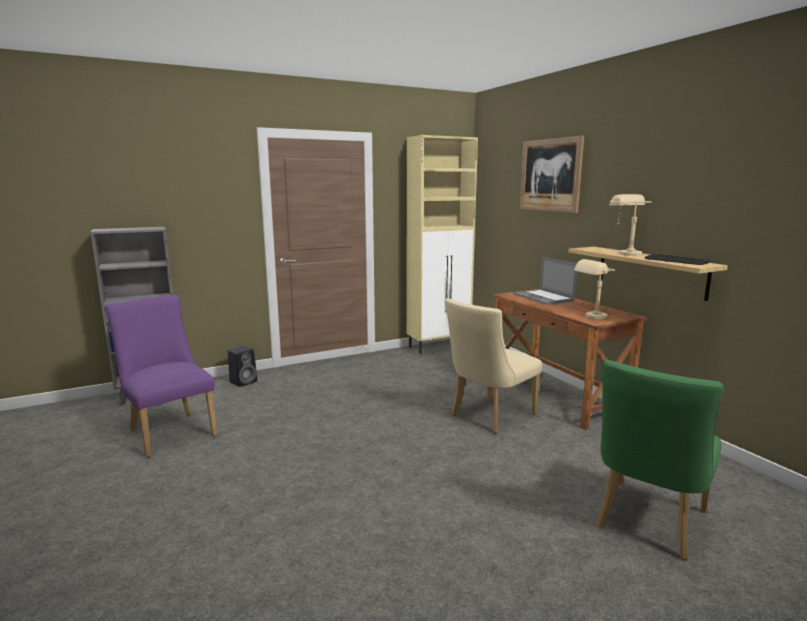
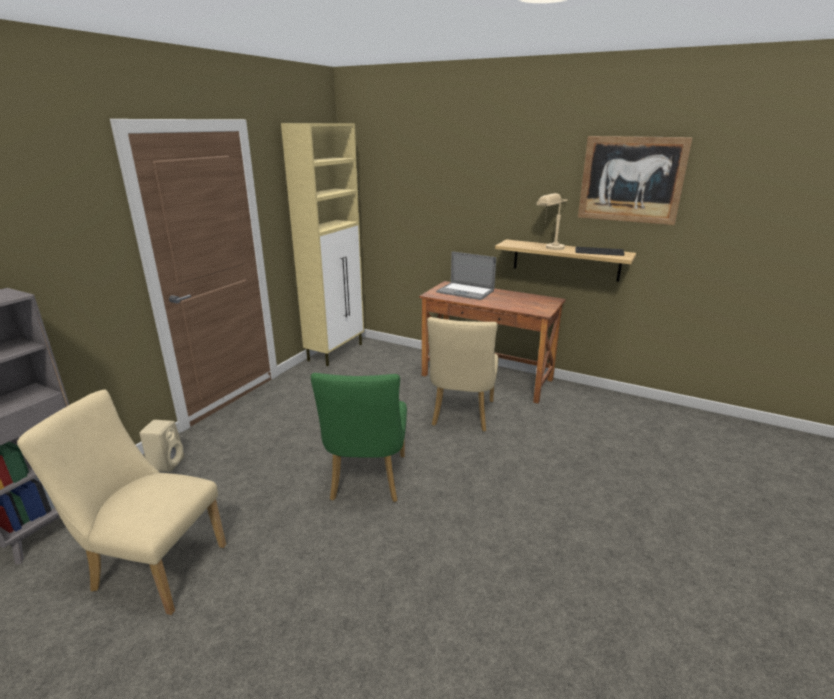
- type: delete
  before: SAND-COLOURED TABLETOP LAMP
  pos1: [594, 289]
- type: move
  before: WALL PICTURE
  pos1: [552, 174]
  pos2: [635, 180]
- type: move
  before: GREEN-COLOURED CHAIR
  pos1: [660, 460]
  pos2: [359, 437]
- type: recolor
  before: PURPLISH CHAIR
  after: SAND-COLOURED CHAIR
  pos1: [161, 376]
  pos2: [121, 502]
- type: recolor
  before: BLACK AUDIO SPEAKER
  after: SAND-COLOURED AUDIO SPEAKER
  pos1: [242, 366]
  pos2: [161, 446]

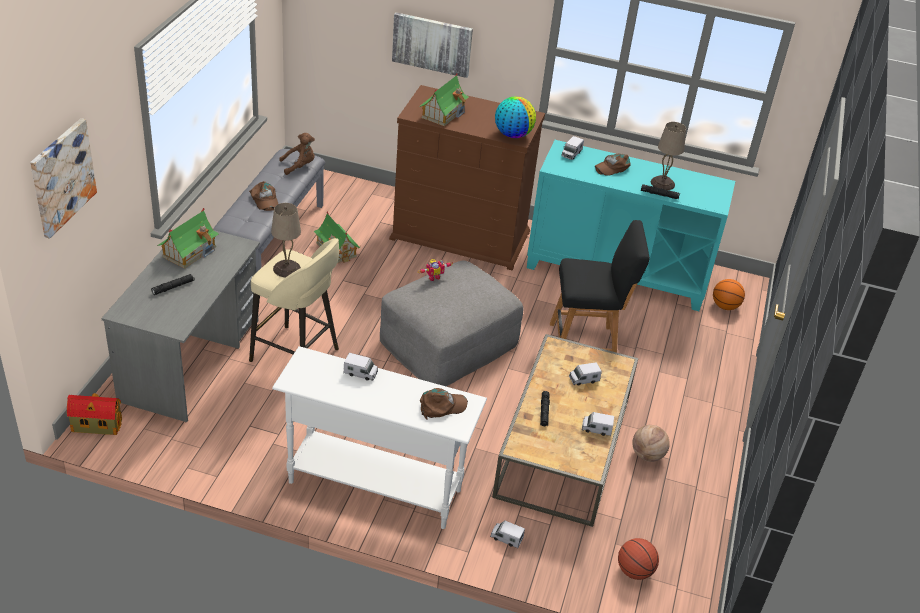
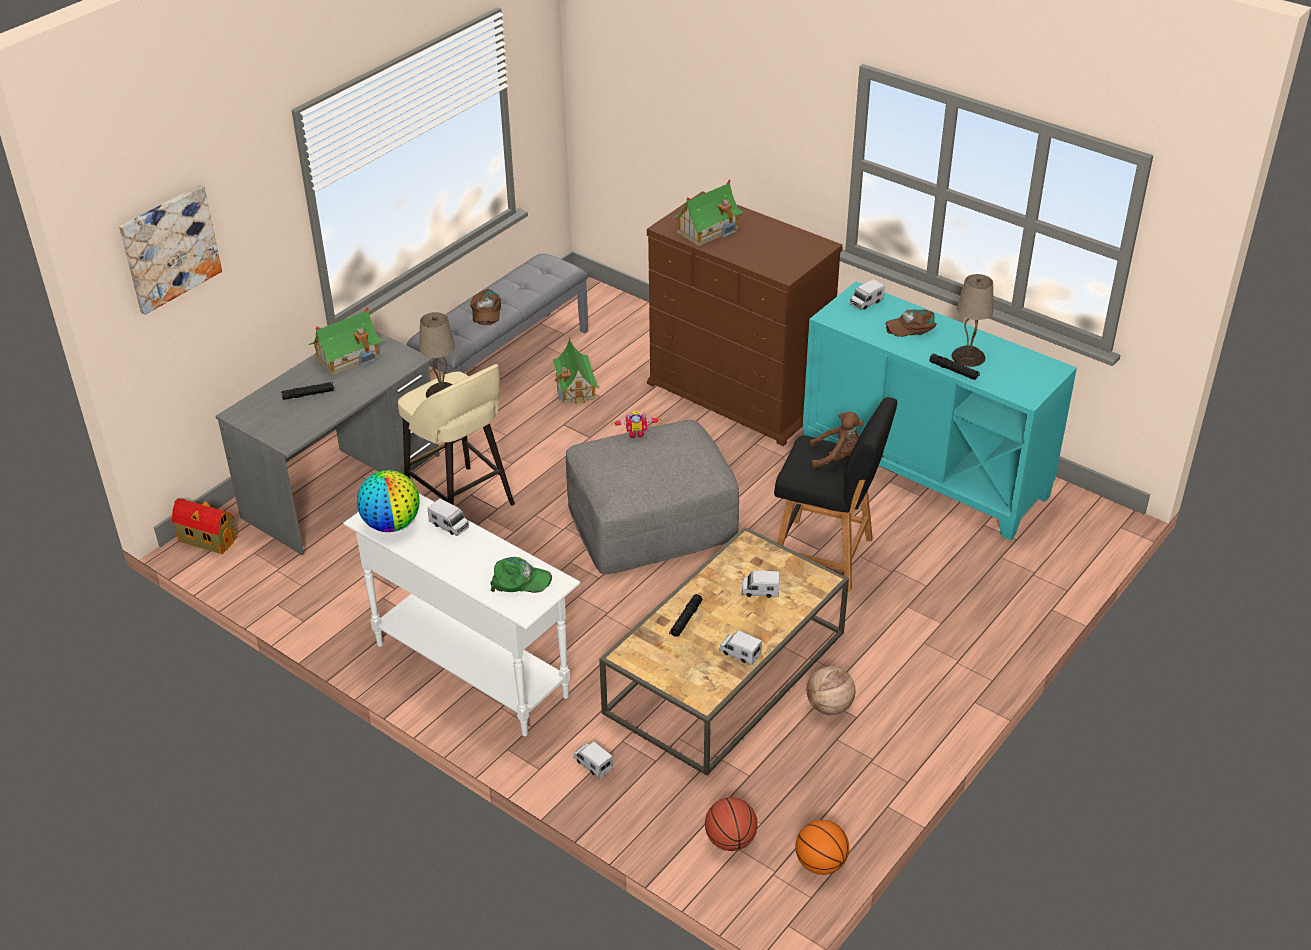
- type: delete
  before: WALL PICTURE
  pos1: [432, 45]
- type: move
  before: BROWN CUDDLY TOY
  pos1: [297, 154]
  pos2: [836, 440]
- type: move
  before: DESK GLOBE
  pos1: [515, 117]
  pos2: [388, 501]
- type: move
  before: BALL FOR BASKETBALL
  pos1: [729, 294]
  pos2: [822, 847]
- type: recolor
  before: BROWN CAP
  after: GREEN-COLOURED CAP
  pos1: [444, 404]
  pos2: [521, 575]

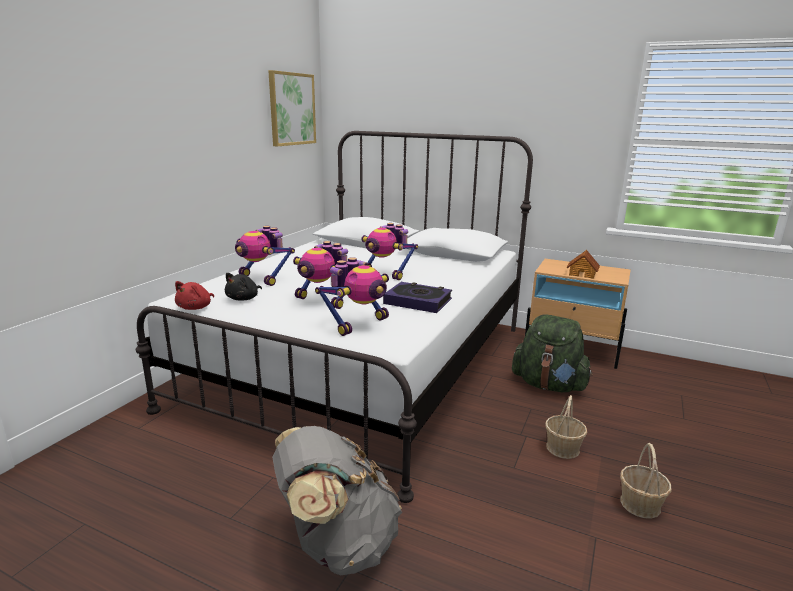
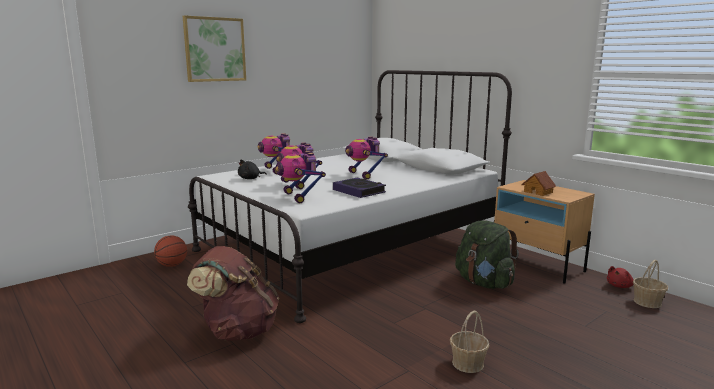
- type: insert
  after: BALL FOR BASKETBALL
  pos2: [170, 251]
- type: move
  before: RED-COLOURED CUDDLY TOY
  pos1: [194, 295]
  pos2: [620, 277]
- type: move
  before: WALL PICTURE
  pos1: [292, 108]
  pos2: [214, 48]
- type: move
  before: BASKET
  pos1: [566, 427]
  pos2: [650, 284]
- type: recolor
  before: GREYISH RUCKSACK
  after: BROWN RUCKSACK
  pos1: [337, 500]
  pos2: [233, 293]
- type: rotate
  before: TOY ROBOT
  pos1: [352, 296]
  pos2: [301, 177]
  turn: 90

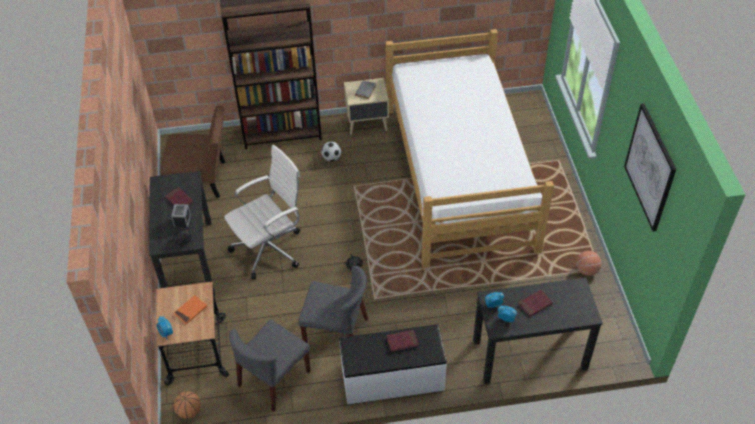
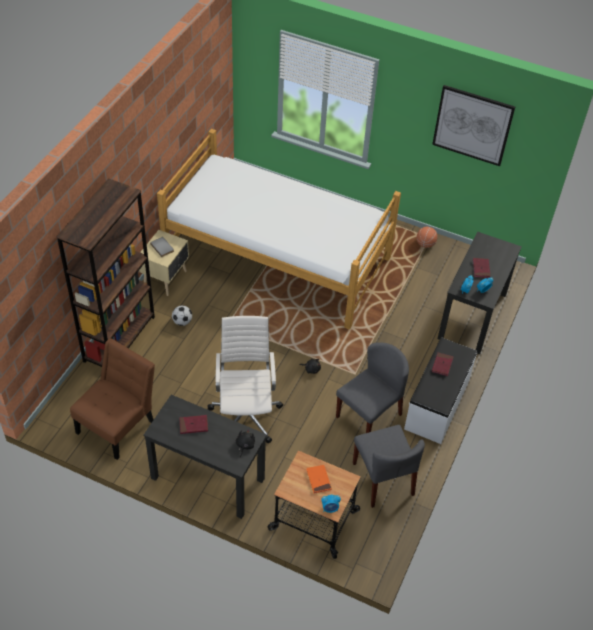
- type: delete
  before: BEDSIDE CLOCK
  pos1: [181, 216]
- type: delete
  before: BALL FOR BASKETBALL
  pos1: [187, 405]

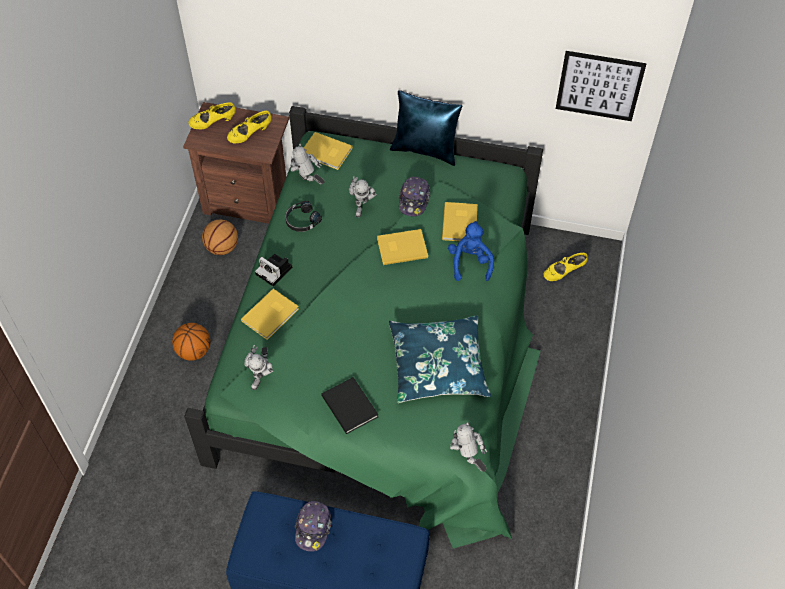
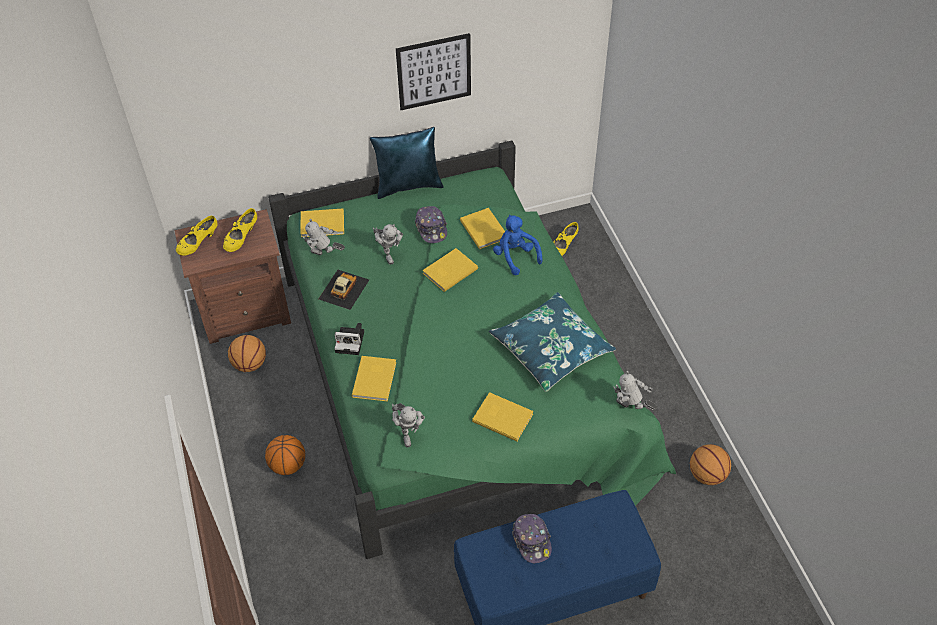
- type: insert
  after: BALL FOR BASKETBALL
  pos2: [710, 464]
- type: move
  before: WALL PICTURE
  pos1: [601, 86]
  pos2: [433, 71]
- type: replace
  before: BLACK HEADSET
  after: MODEL CAR
  pos1: [303, 216]
  pos2: [343, 290]
- type: recolor
  before: BLACK BOOK
  after: YELLOW BOOK
  pos1: [349, 405]
  pos2: [503, 416]

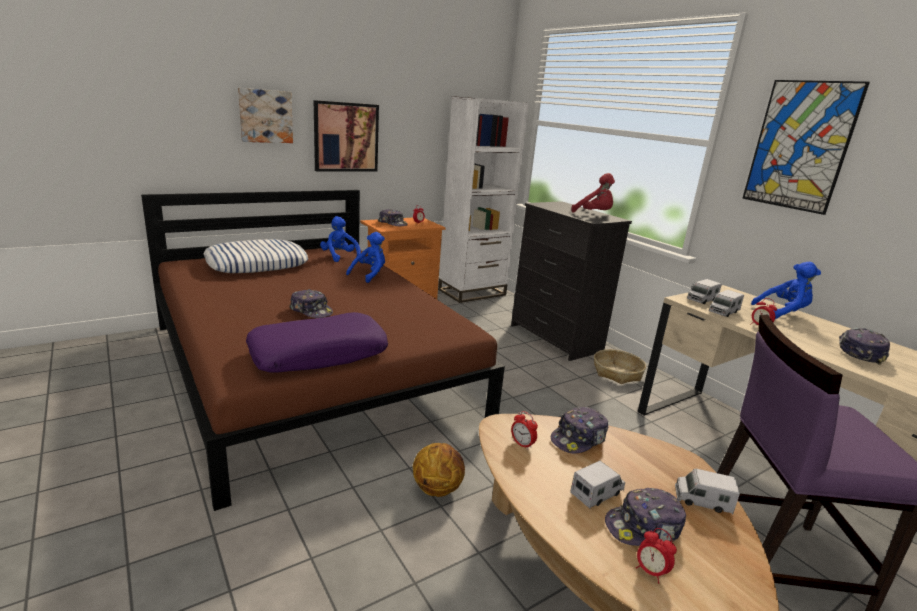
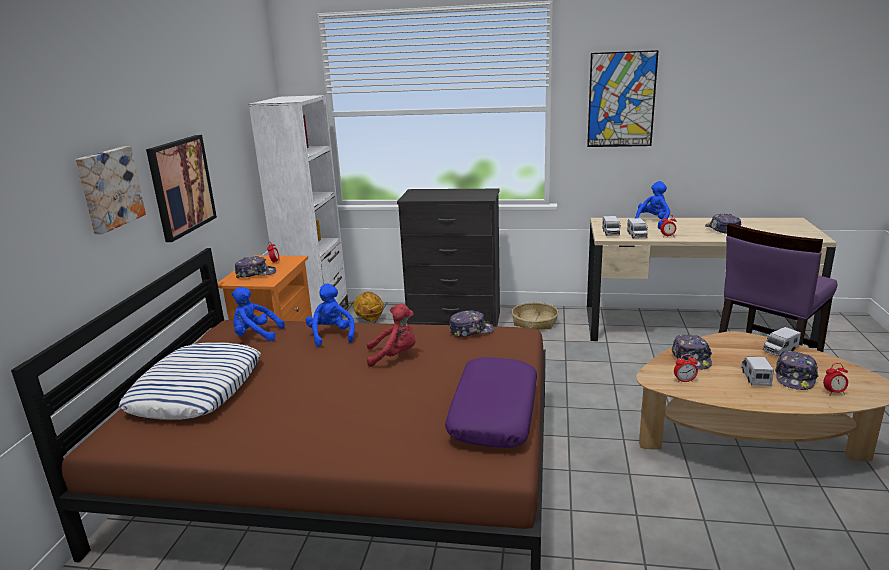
- type: move
  before: CAP
  pos1: [311, 303]
  pos2: [471, 324]
- type: move
  before: BALL FOR BASKETBALL
  pos1: [439, 470]
  pos2: [368, 307]
- type: move
  before: RED-COLOURED CUDDLY TOY
  pos1: [593, 193]
  pos2: [391, 335]

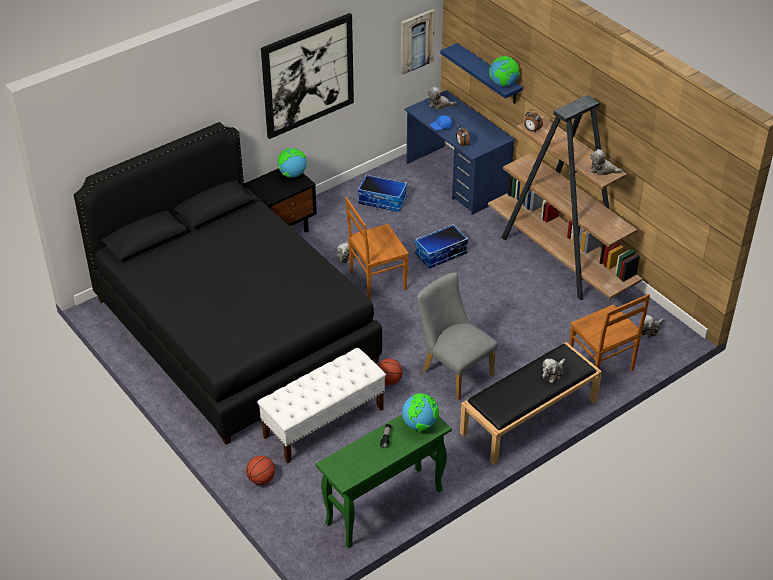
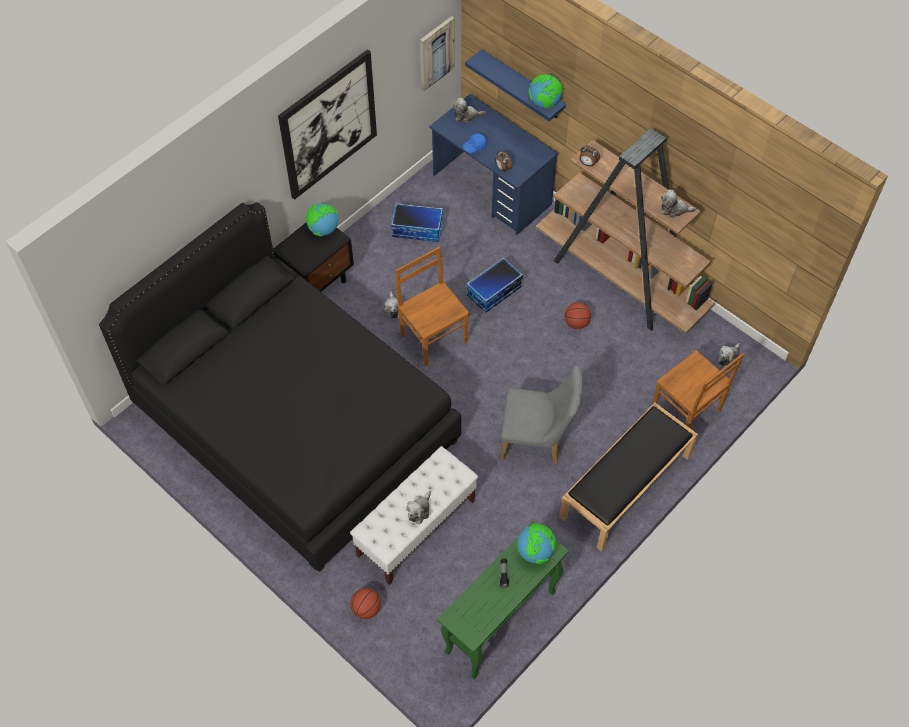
- type: move
  before: BALL FOR BASKETBALL
  pos1: [390, 372]
  pos2: [577, 316]
- type: move
  before: CUDDLY TOY
  pos1: [553, 371]
  pos2: [418, 507]
- type: rotate
  before: BROWN CHAIR
  pos1: [377, 248]
  pos2: [432, 306]
  turn: 90
- type: rotate
  before: GREYISH CHAIR
  pos1: [457, 336]
  pos2: [541, 415]
  turn: 150

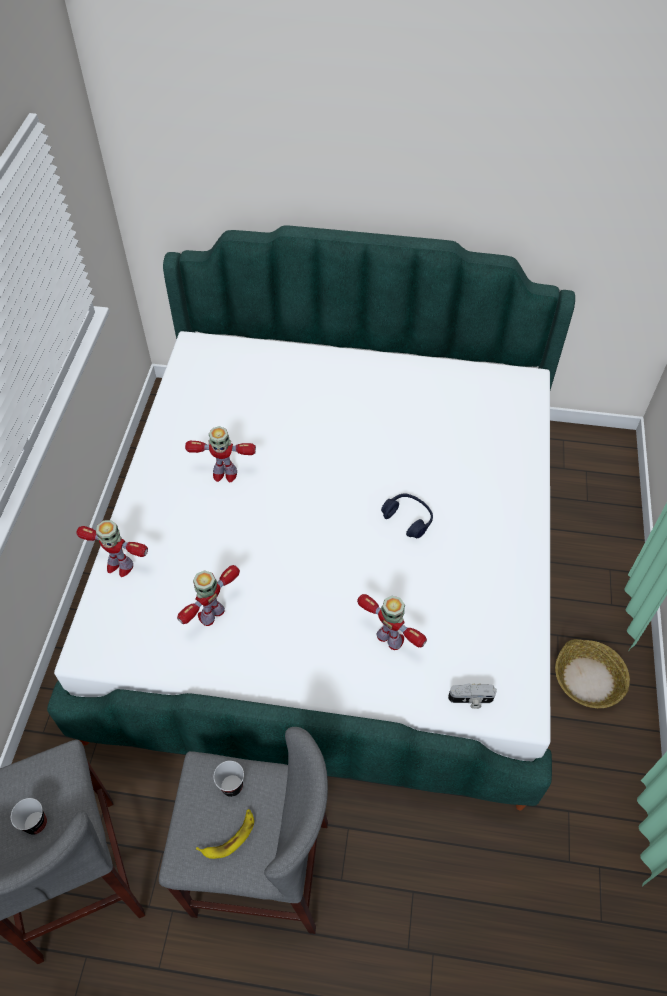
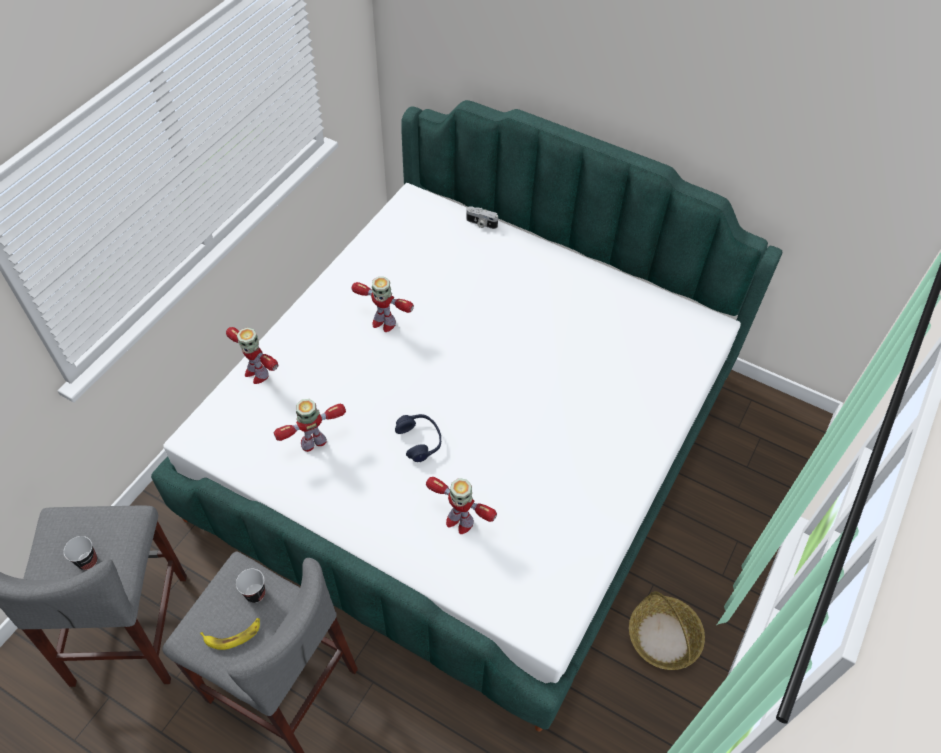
- type: move
  before: BLUE-COLOURED HEADSET
  pos1: [407, 515]
  pos2: [418, 438]
- type: move
  before: STILL CAMERA
  pos1: [472, 696]
  pos2: [482, 217]
- type: rotate
  before: TOY ROBOT
  pos1: [392, 622]
  pos2: [461, 505]
  turn: 150

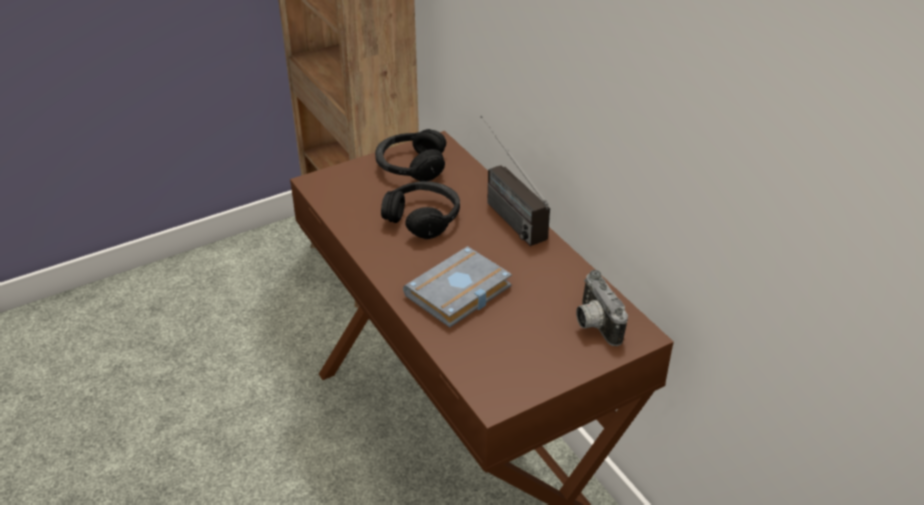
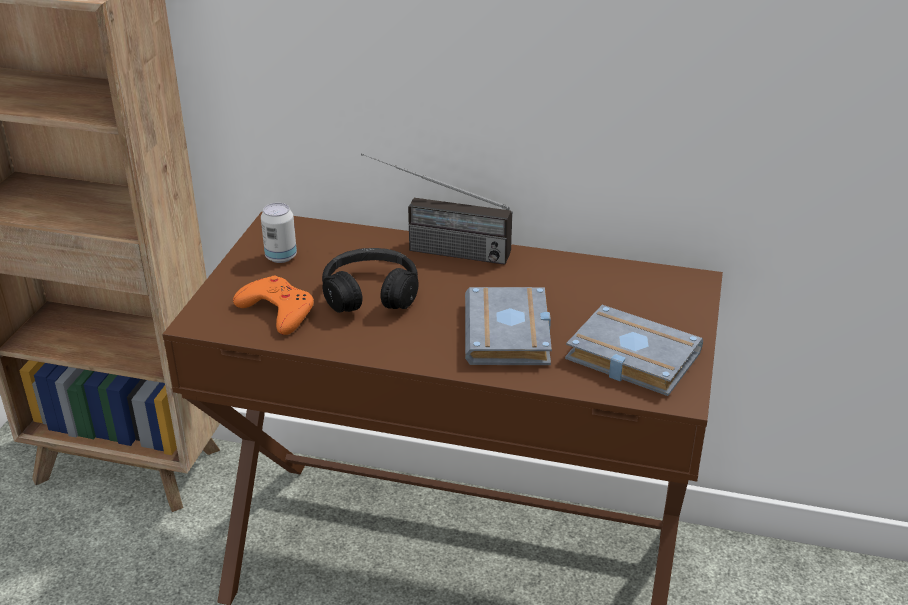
- type: delete
  before: STILL CAMERA
  pos1: [602, 308]
- type: insert
  after: ORANGE GAME CONTROLLER
  pos2: [273, 305]
- type: insert
  after: GREYISH BOOK
  pos2: [634, 350]
- type: replace
  before: BLACK HEADSET
  after: CAN
  pos1: [410, 155]
  pos2: [279, 233]

